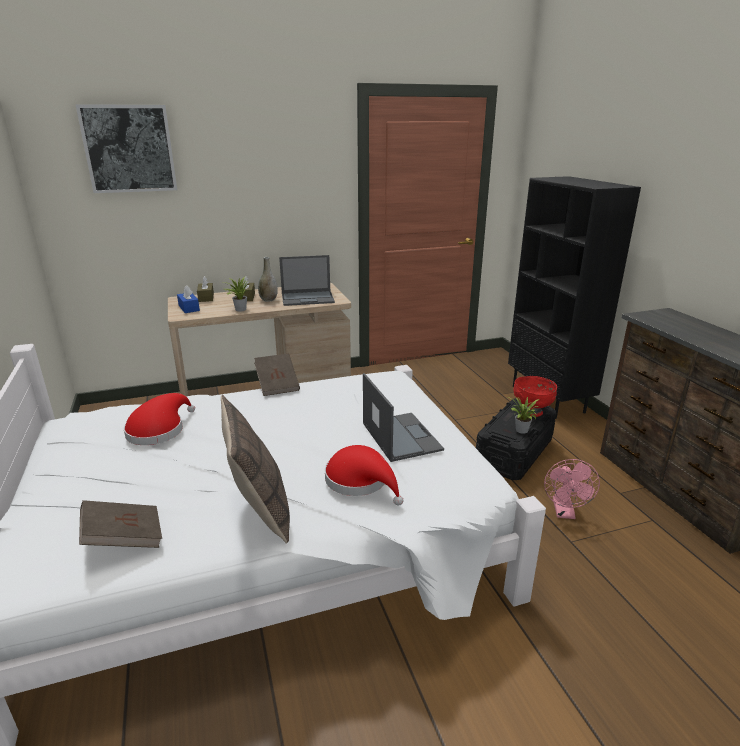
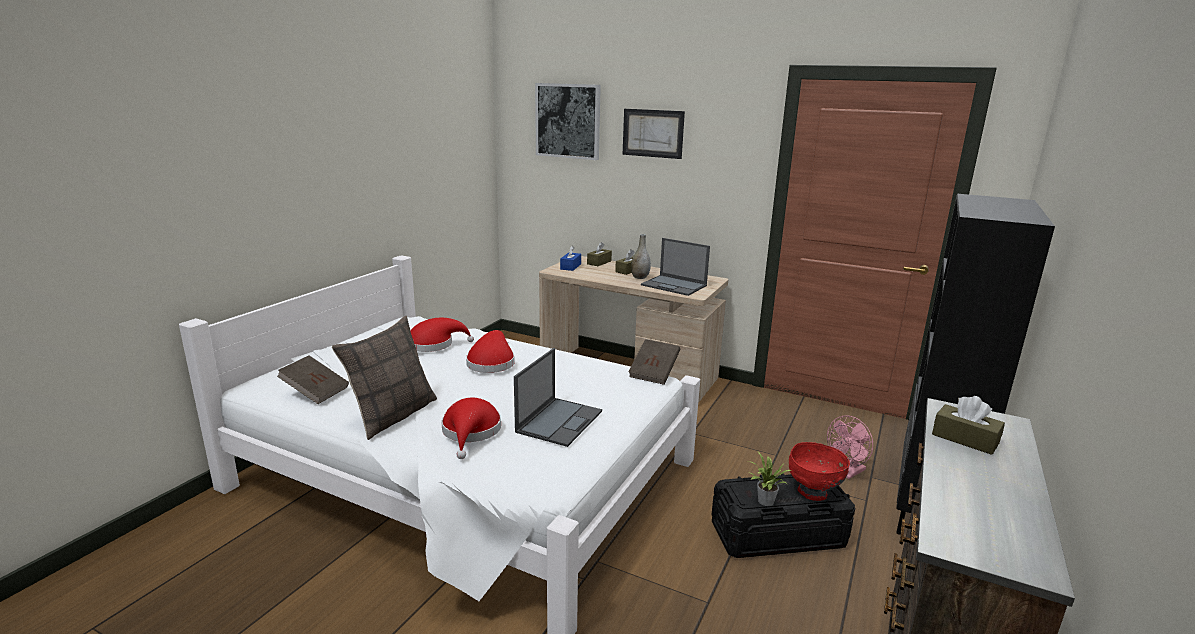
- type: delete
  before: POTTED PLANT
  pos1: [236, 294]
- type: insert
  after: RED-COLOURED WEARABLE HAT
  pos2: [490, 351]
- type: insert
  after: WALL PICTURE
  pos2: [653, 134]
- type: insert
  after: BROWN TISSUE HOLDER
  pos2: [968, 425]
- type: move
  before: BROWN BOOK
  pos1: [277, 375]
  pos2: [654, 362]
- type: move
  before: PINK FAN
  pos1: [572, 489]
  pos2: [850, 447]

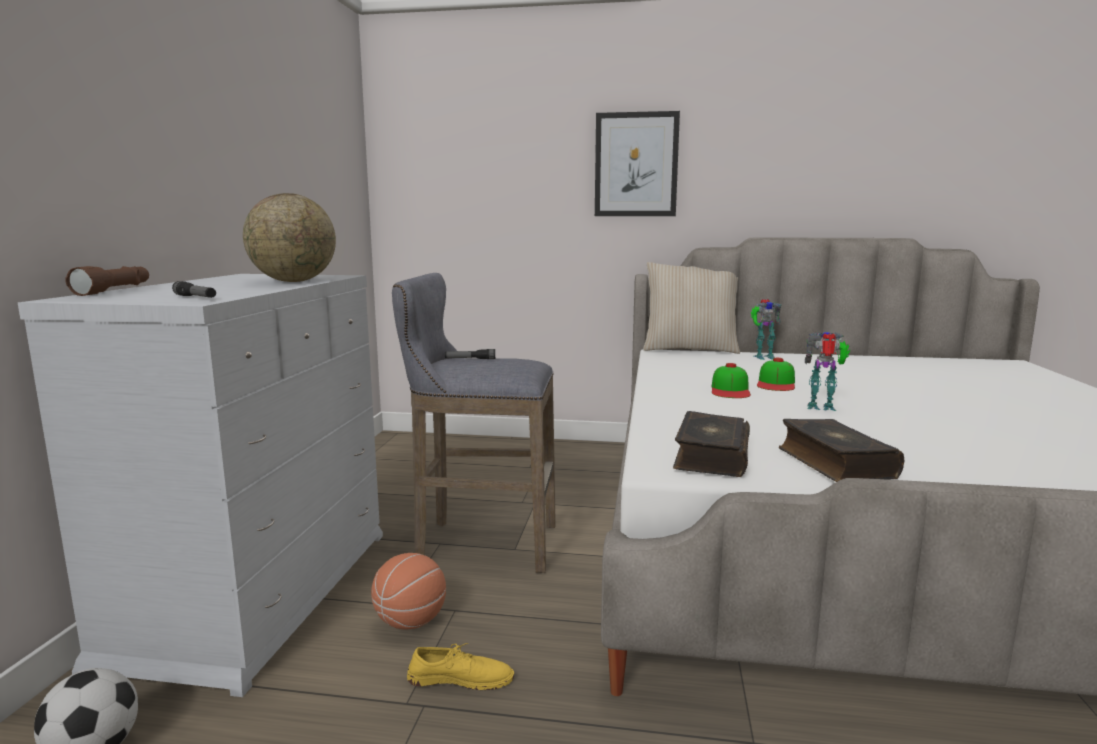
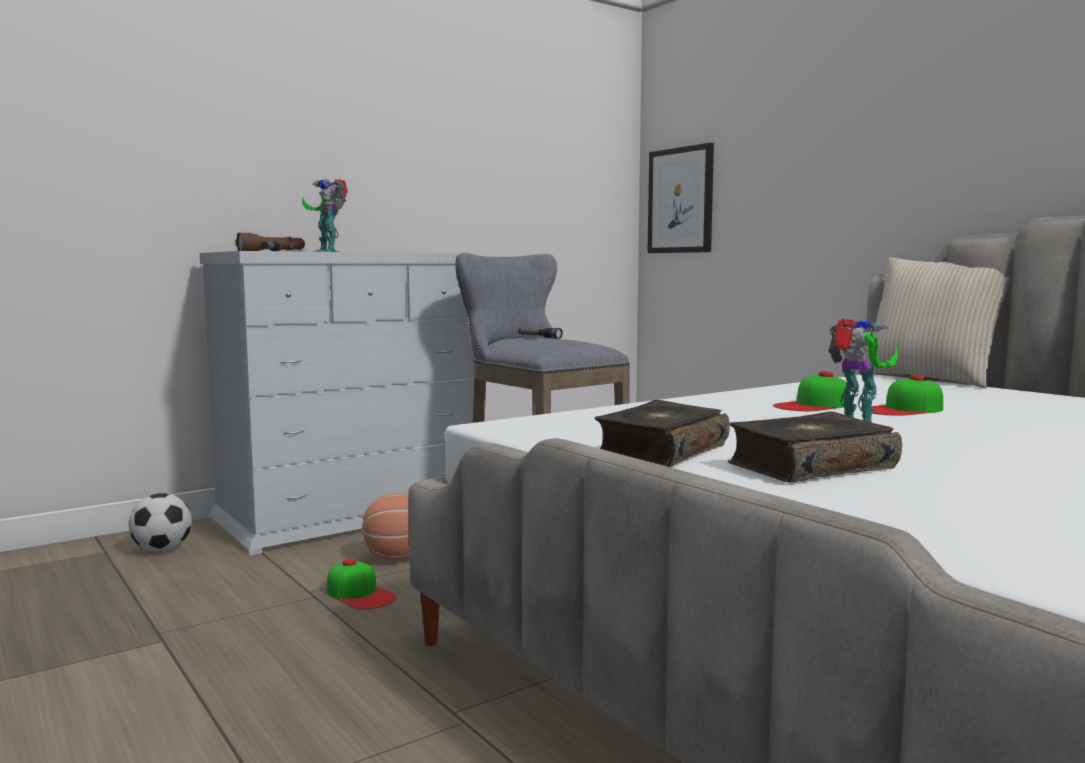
- type: delete
  before: DESK GLOBE
  pos1: [289, 237]
- type: move
  before: WALL PICTURE
  pos1: [637, 163]
  pos2: [681, 198]
- type: move
  before: BOOK
  pos1: [711, 444]
  pos2: [814, 447]
- type: move
  before: TOY ROBOT
  pos1: [766, 329]
  pos2: [325, 215]
- type: replace
  before: YELLOW LOW SHOE
  after: CAP
  pos1: [460, 666]
  pos2: [361, 583]

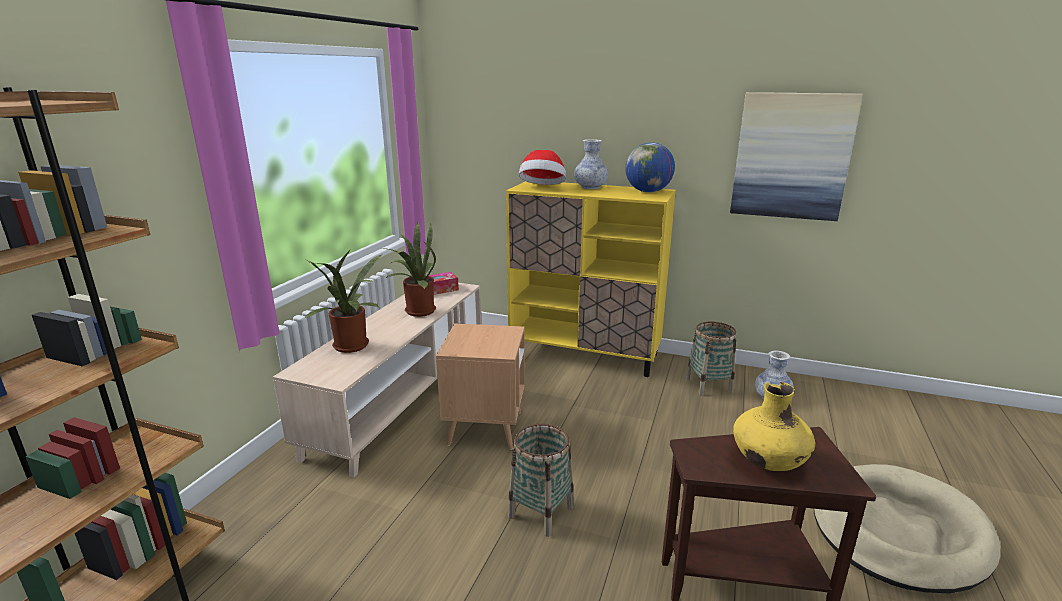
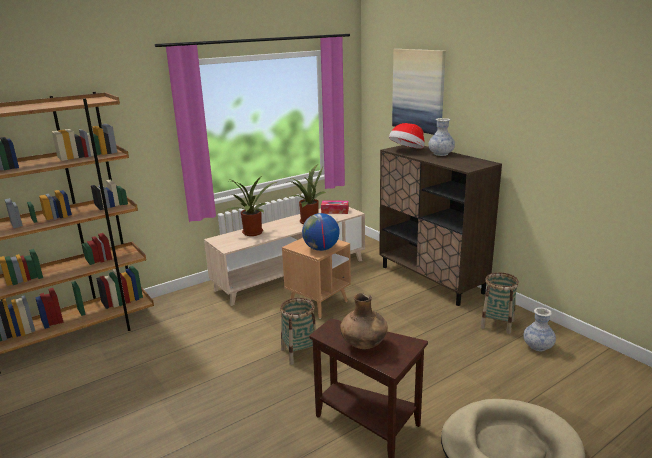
- type: move
  before: DESK GLOBE
  pos1: [650, 167]
  pos2: [321, 232]
- type: move
  before: WALL PICTURE
  pos1: [796, 156]
  pos2: [419, 92]
- type: recolor
  before: YELLOW CABINET
  after: BROWN CABINET
  pos1: [591, 279]
  pos2: [440, 225]
- type: recolor
  before: YELLOW FLOWER VASE
  after: BROWN FLOWER VASE
  pos1: [774, 426]
  pos2: [364, 321]

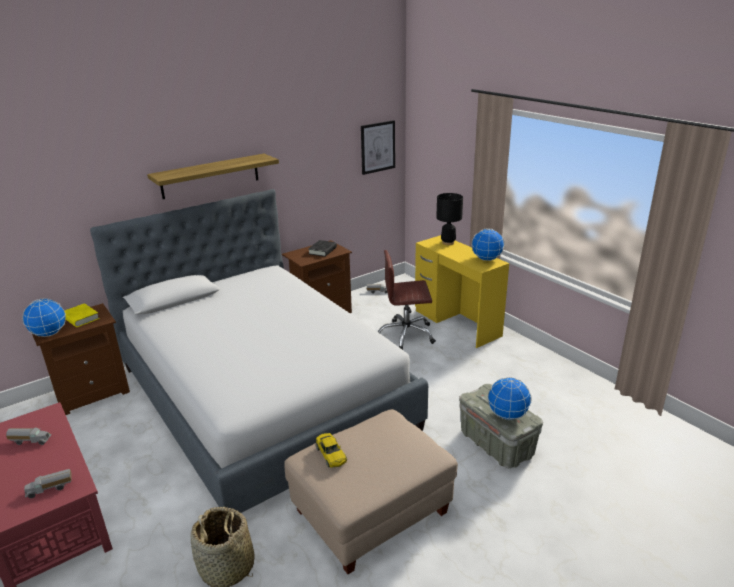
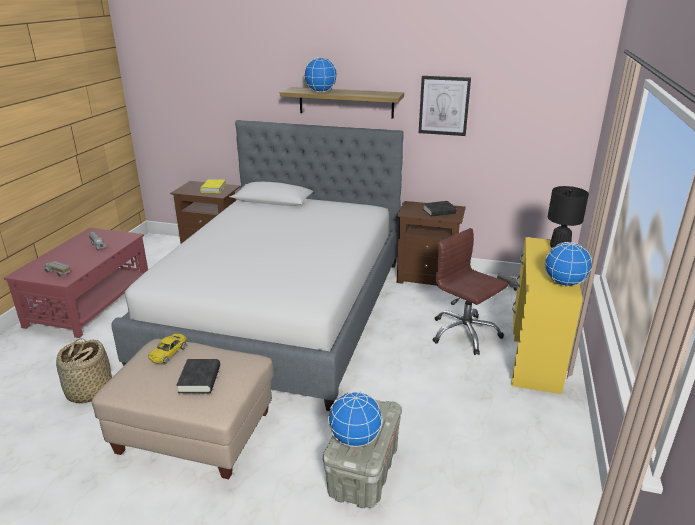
- type: insert
  after: BLACK BOOK
  pos2: [198, 376]
- type: move
  before: DESK GLOBE
  pos1: [44, 317]
  pos2: [320, 74]
- type: move
  before: WALL PICTURE
  pos1: [378, 147]
  pos2: [445, 106]

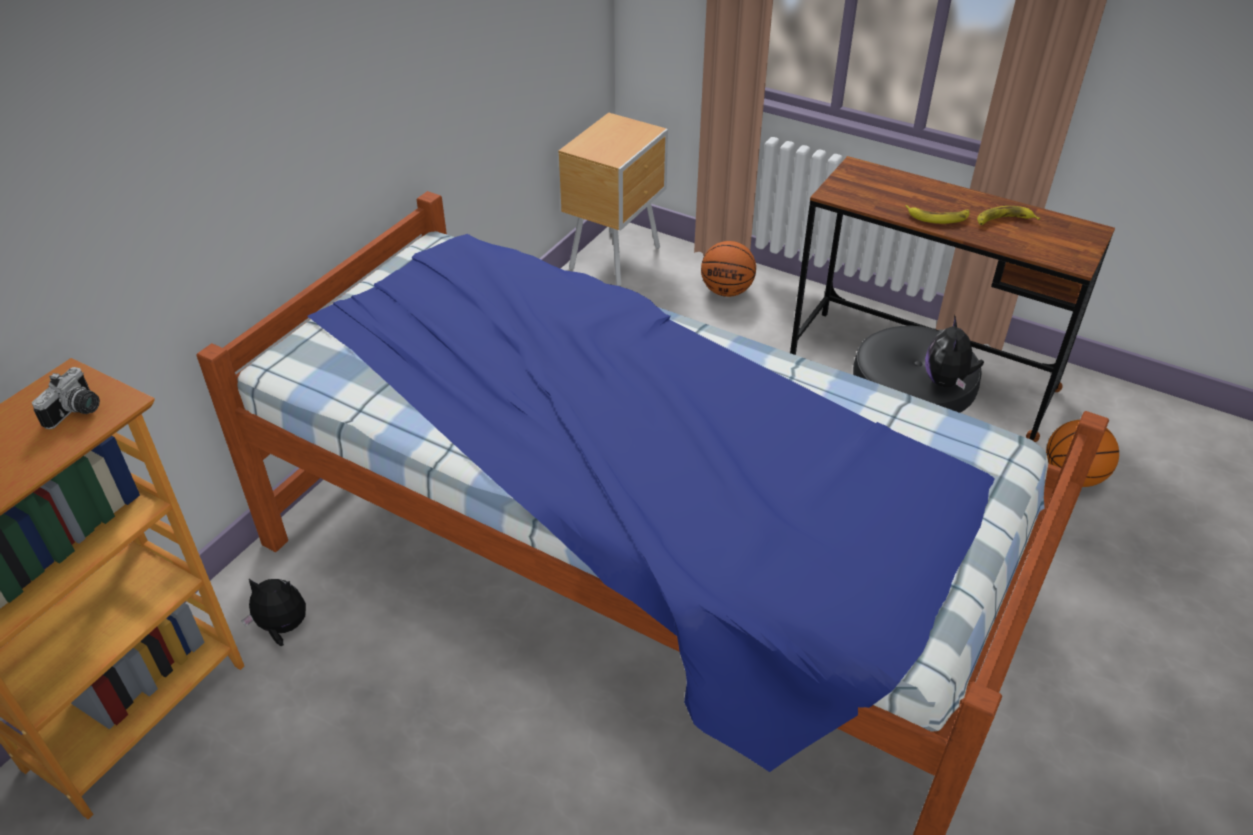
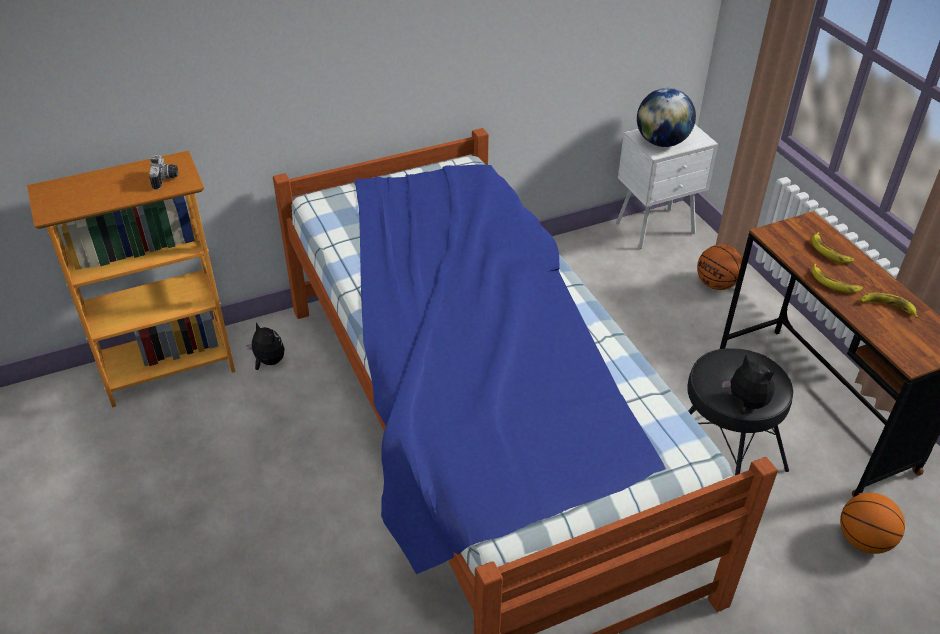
- type: insert
  after: DESK GLOBE
  pos2: [666, 117]
- type: insert
  after: WHOLE BANANA
  pos2: [833, 247]
- type: recolor
  before: BROWN BEDSIDE TABLE
  after: WHITE BEDSIDE TABLE
  pos1: [613, 199]
  pos2: [667, 187]
- type: rotate
  before: STILL CAMERA
  pos1: [66, 398]
  pos2: [163, 172]
  turn: -60
- type: rotate
  before: CUDDLY TOY
  pos1: [954, 351]
  pos2: [748, 385]
  turn: 90

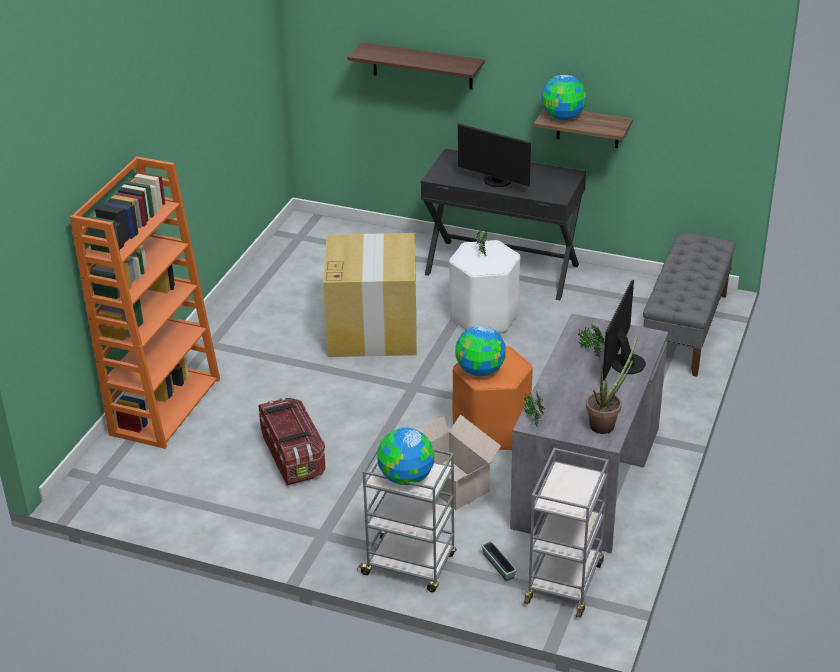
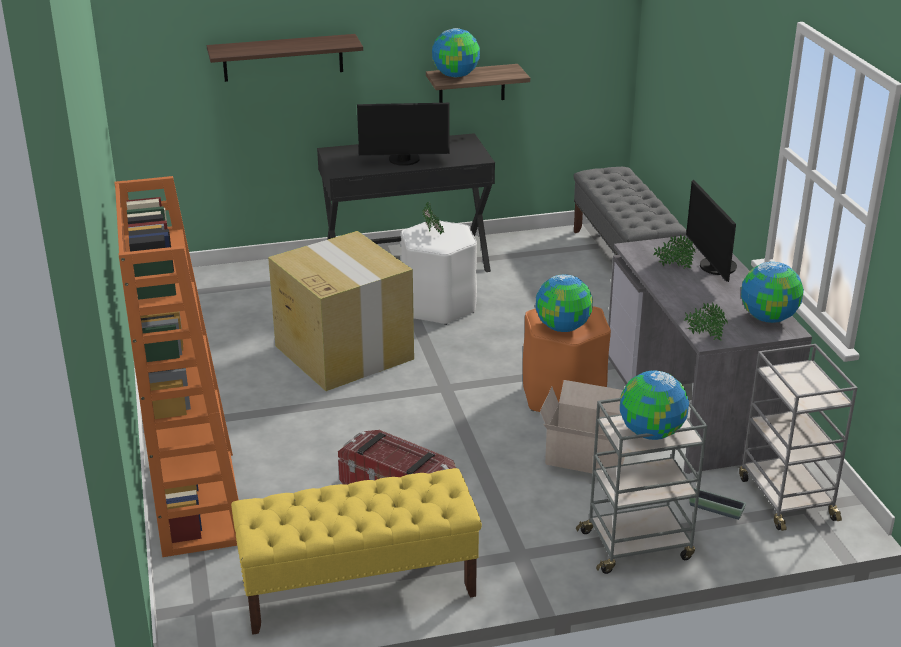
- type: insert
  after: YELLOW LONG SEAT
  pos2: [356, 551]
- type: replace
  before: POTTED PLANT
  after: DESK GLOBE
  pos1: [612, 385]
  pos2: [772, 292]

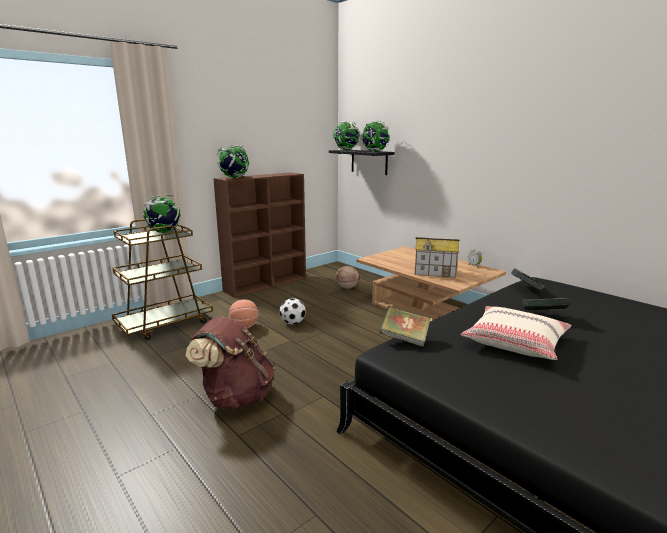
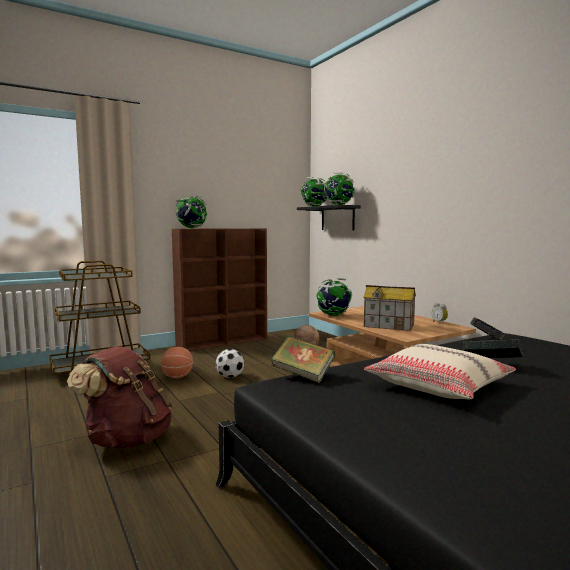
- type: move
  before: DESK GLOBE
  pos1: [161, 213]
  pos2: [334, 297]

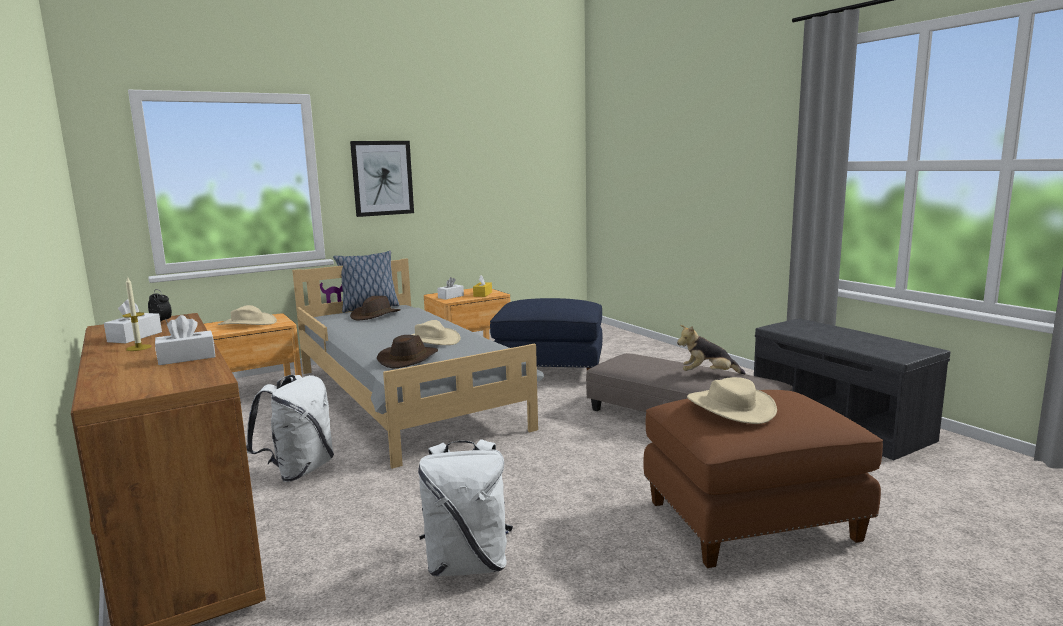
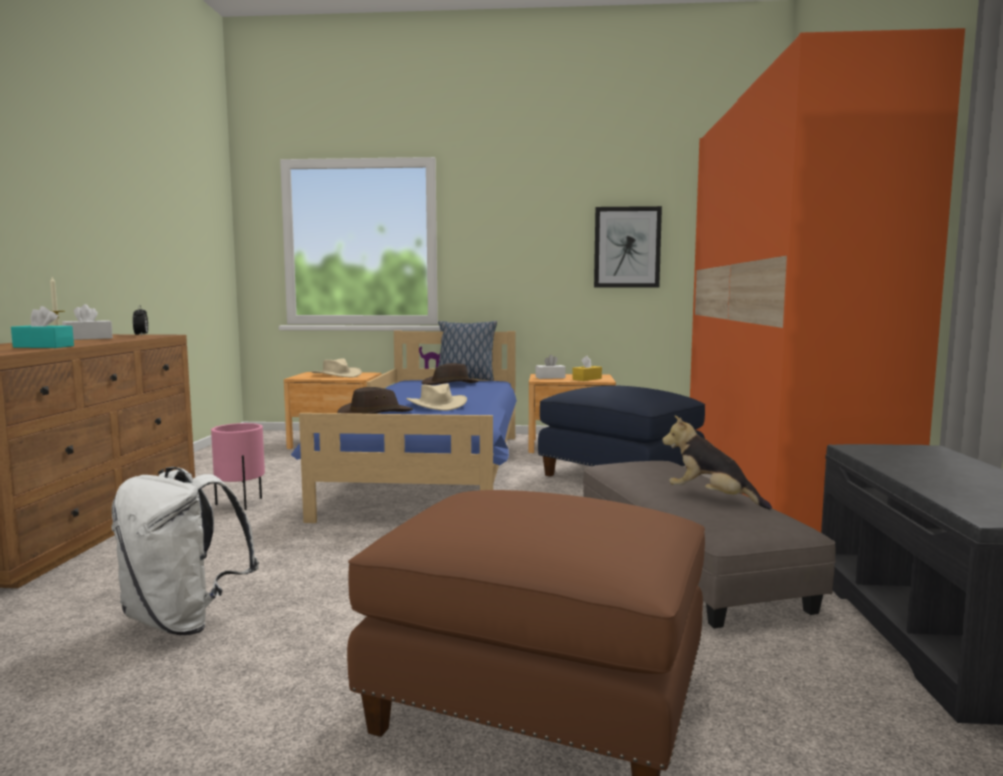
- type: delete
  before: SAND-COLOURED WEARABLE HAT
  pos1: [732, 400]
- type: insert
  after: ORANGE CLOTHES CUPBOARD
  pos2: [827, 280]
- type: move
  before: WALL PICTURE
  pos1: [382, 179]
  pos2: [628, 247]
- type: replace
  before: WHITE RUCKSACK
  after: PINK FLOWER POT
  pos1: [290, 428]
  pos2: [238, 466]
- type: recolor
  before: WHITE TISSUE HOLDER
  after: BLUE-GREEN TISSUE HOLDER
  pos1: [185, 340]
  pos2: [42, 327]
- type: recolor
  before: GREYISH BED
  after: BLUE-COLOURED BED
  pos1: [418, 363]
  pos2: [404, 427]

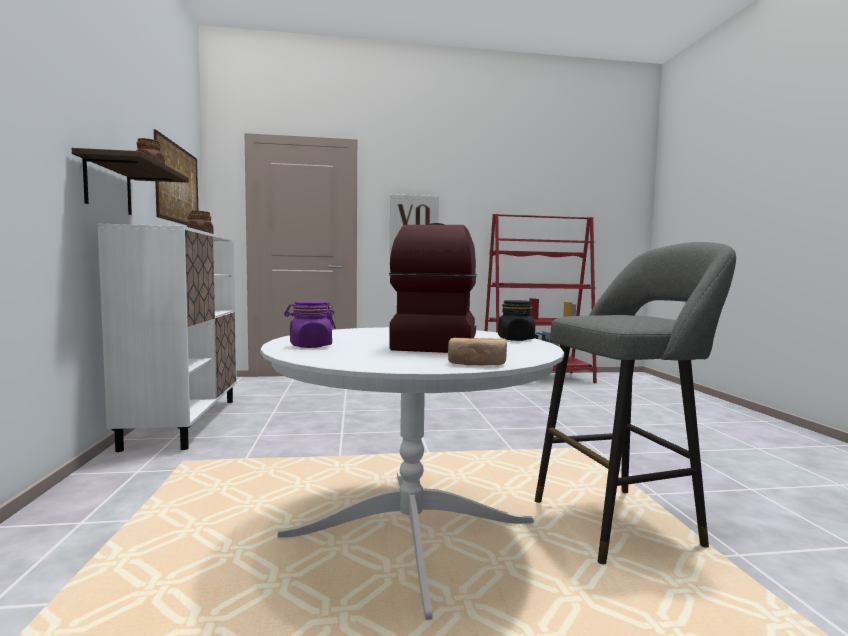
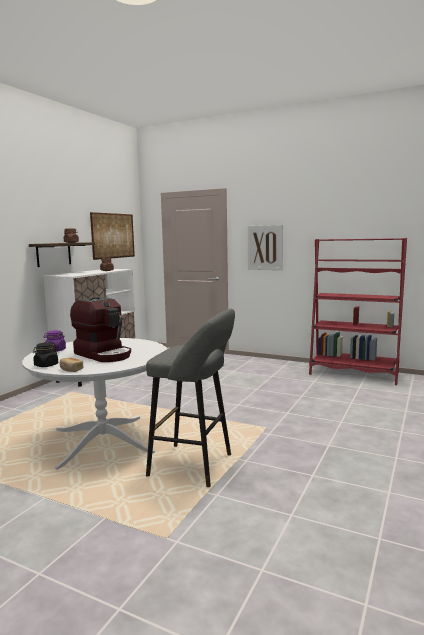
- type: move
  before: BLACK PRESERVE JAR
  pos1: [516, 320]
  pos2: [45, 354]
- type: rotate
  before: COFFEE BREWER
  pos1: [433, 288]
  pos2: [100, 329]
  turn: 90

